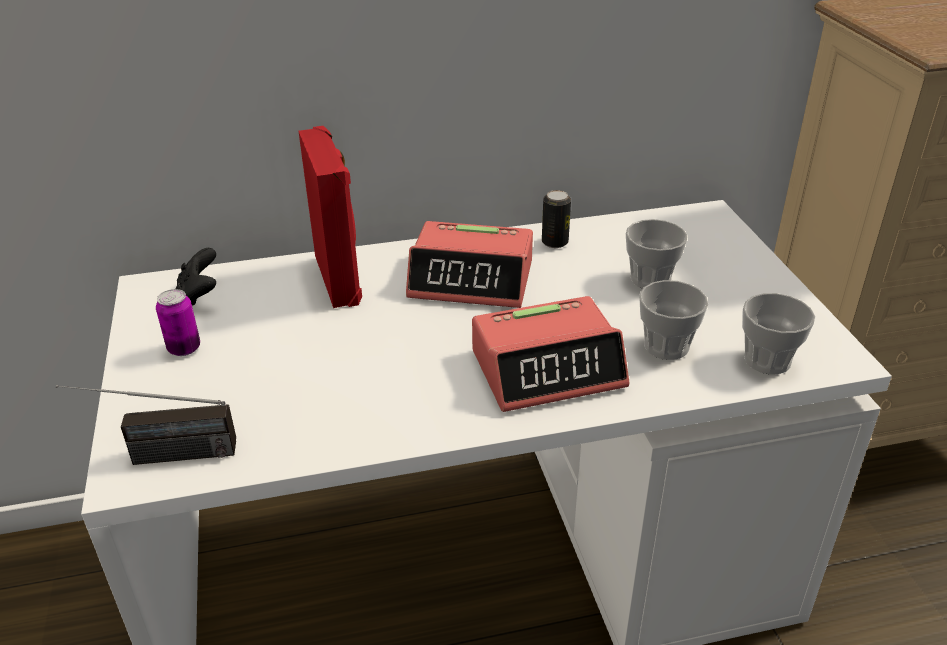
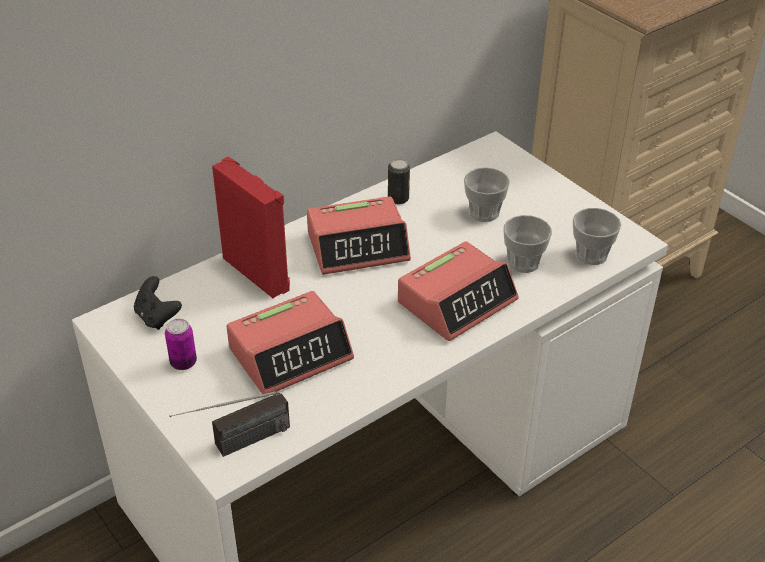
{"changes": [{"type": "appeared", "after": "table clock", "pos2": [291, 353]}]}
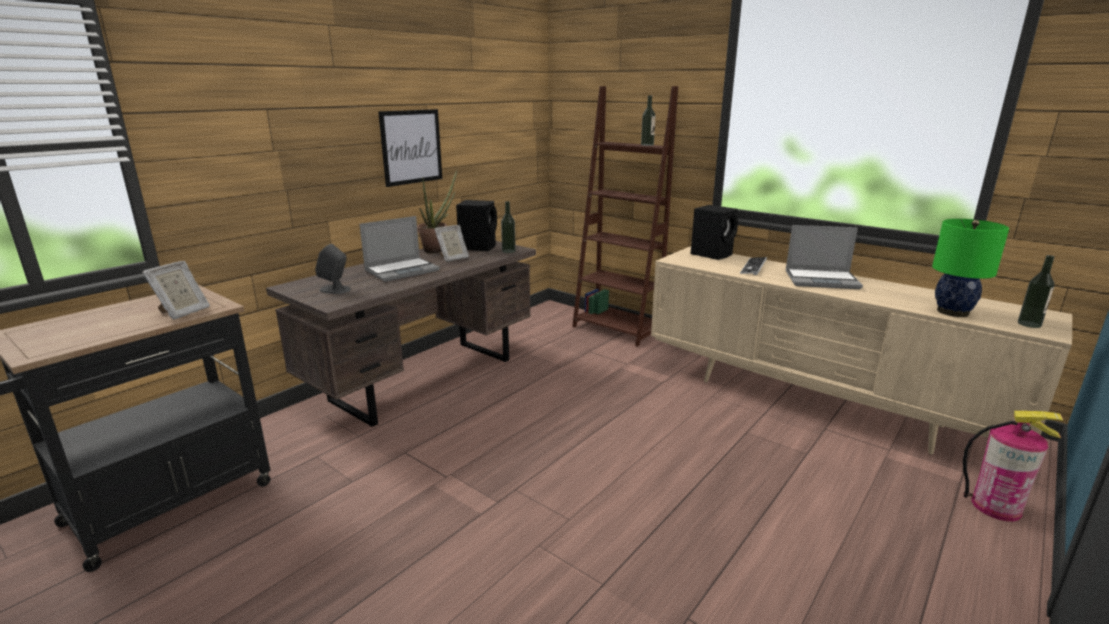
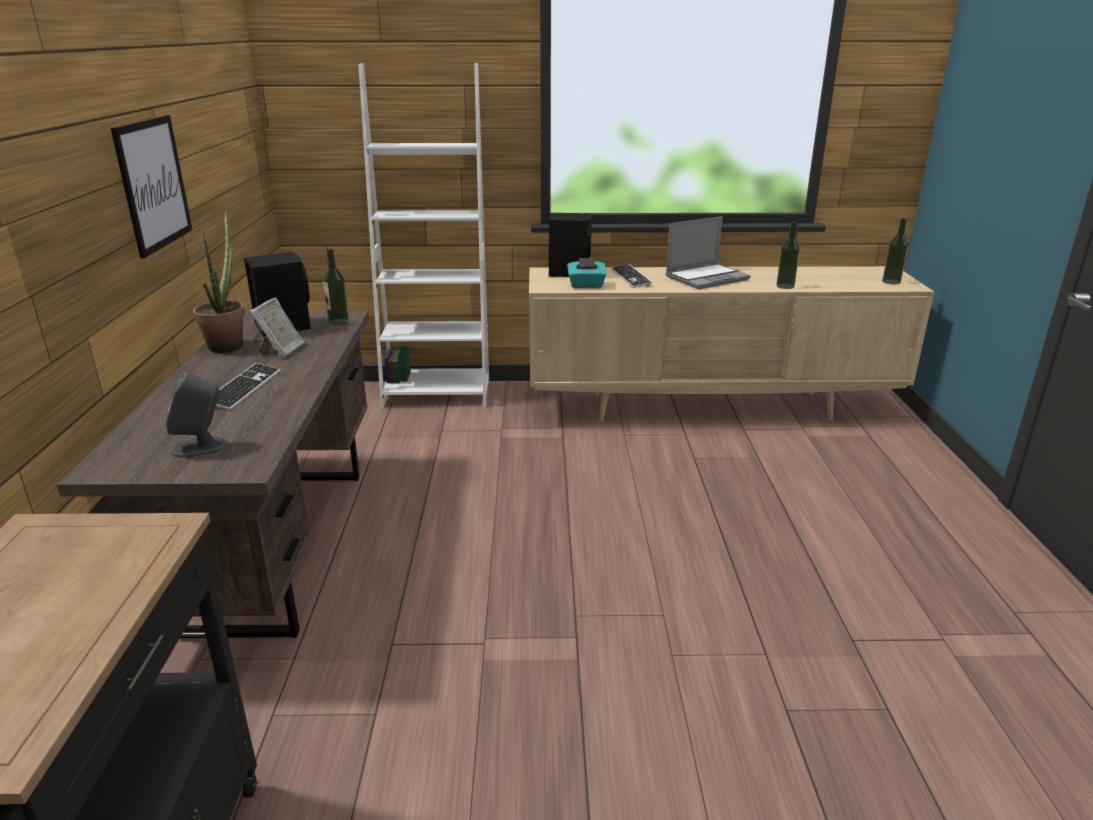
{"changes": [{"type": "missing", "before": "picture frame", "pos1": [182, 312]}, {"type": "exchanged", "before": "portable computer", "after": "computer keyboard", "pos1": [402, 270], "pos2": [244, 388]}, {"type": "colour", "before": "bookshelf/brownish", "after": "bookshelf/white", "pos1": [616, 329], "pos2": [437, 394]}, {"type": "relocated", "before": "beverage bottle", "pos1": [647, 145], "pos2": [785, 286]}, {"type": "missing", "before": "tabletop lamp/greenish", "pos1": [953, 312]}, {"type": "missing", "before": "fire-fighting cylinder", "pos1": [996, 507]}, {"type": "appeared", "after": "tissue box/turquoise-coloured", "pos2": [586, 285]}]}
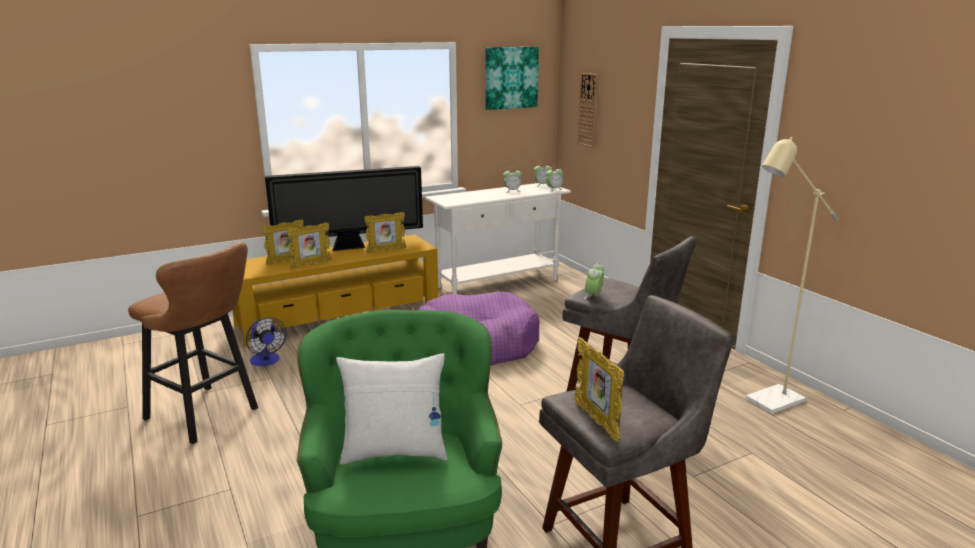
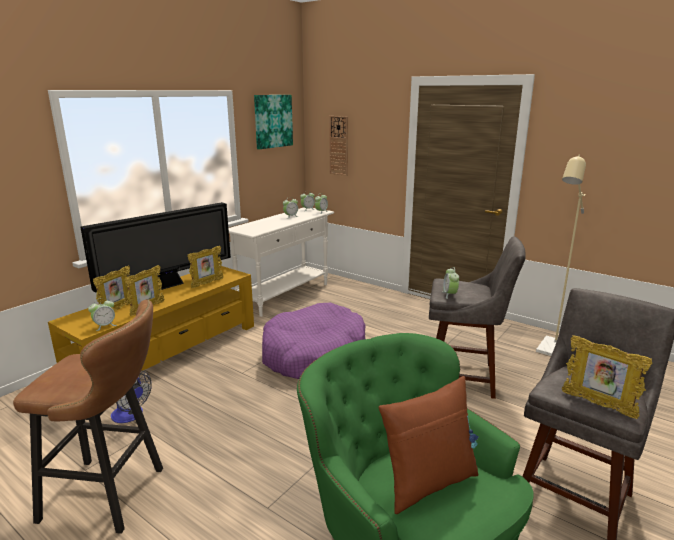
{"changes": [{"type": "colour", "before": "throw pillow/greyish", "after": "throw pillow/brownish", "pos1": [394, 453], "pos2": [428, 484]}, {"type": "appeared", "after": "table clock", "pos2": [104, 326]}]}
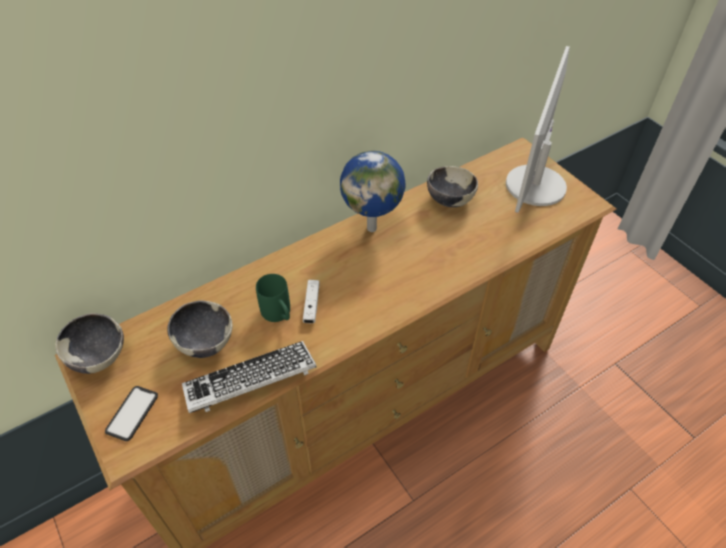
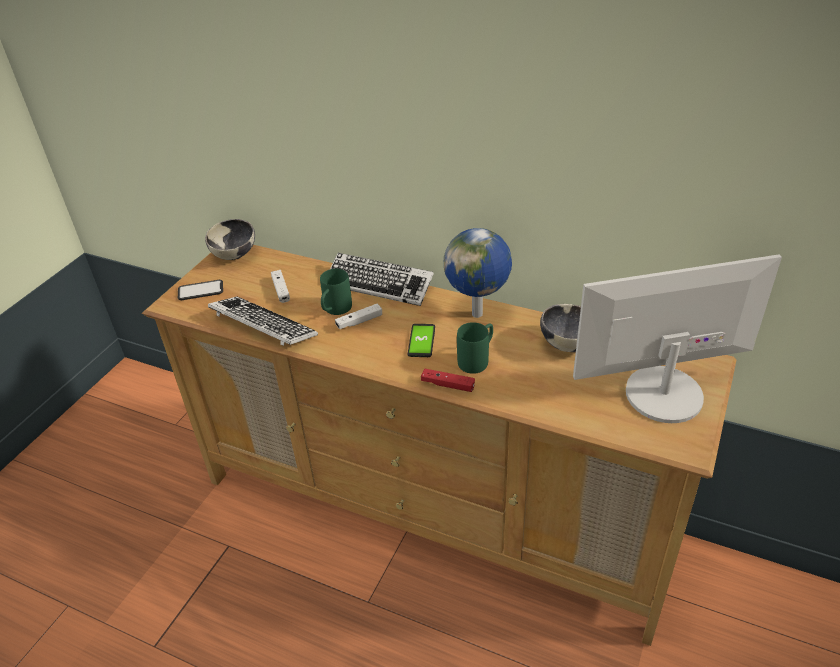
{"changes": [{"type": "exchanged", "before": "serving bowl", "after": "joypad/white", "pos1": [205, 342], "pos2": [281, 290]}, {"type": "appeared", "after": "computer keyboard", "pos2": [379, 284]}, {"type": "appeared", "after": "handset", "pos2": [421, 341]}, {"type": "appeared", "after": "joypad/red-coloured", "pos2": [448, 385]}, {"type": "appeared", "after": "coffee mug/greenish", "pos2": [477, 359]}]}
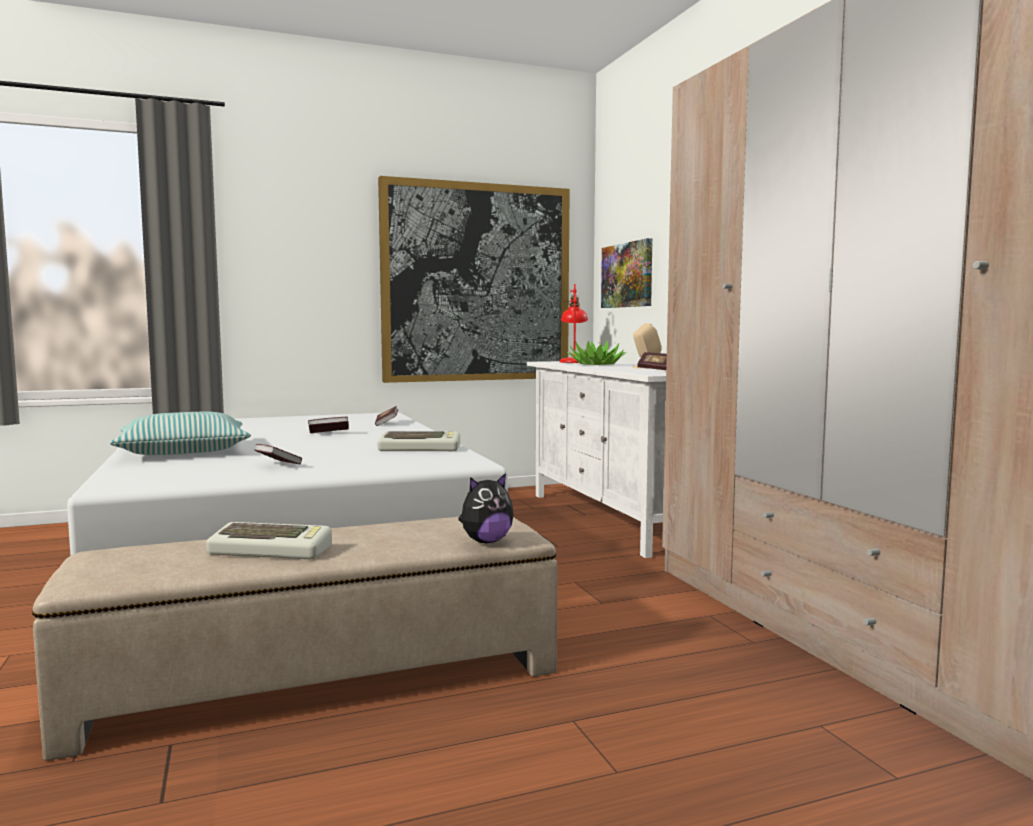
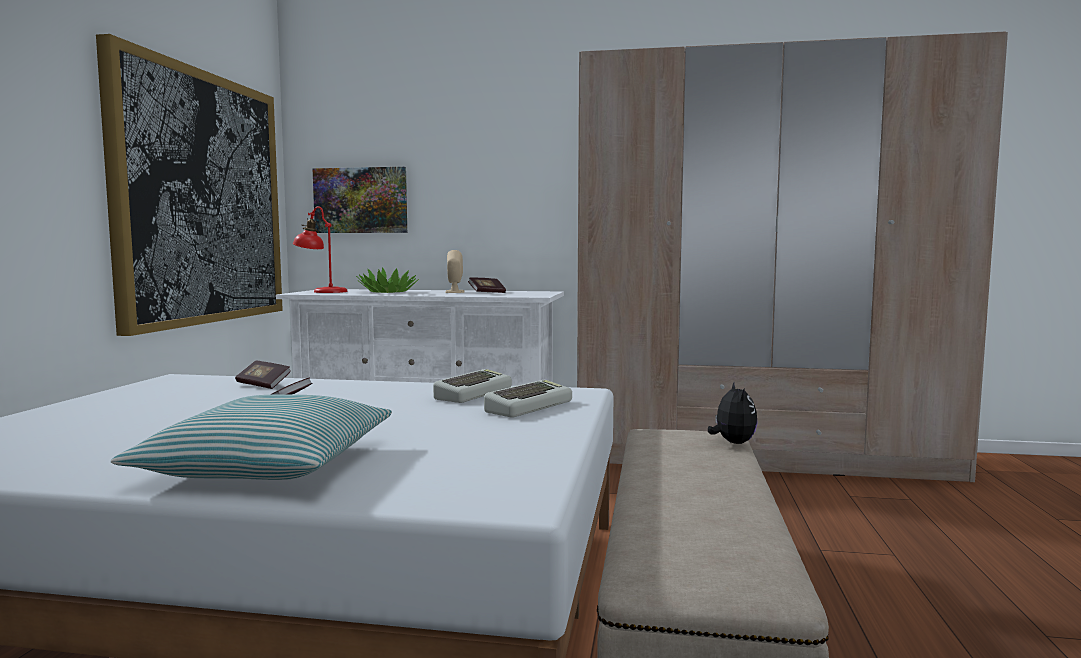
{"changes": [{"type": "relocated", "before": "computer keyboard", "pos1": [273, 550], "pos2": [528, 406]}, {"type": "missing", "before": "bound book", "pos1": [278, 465]}]}
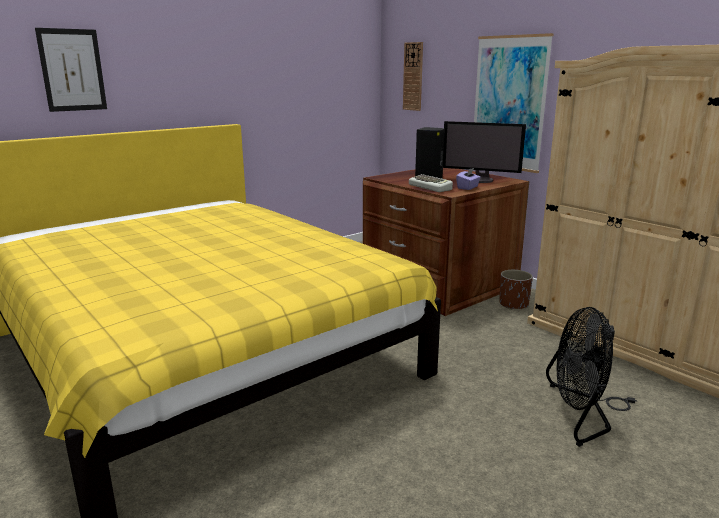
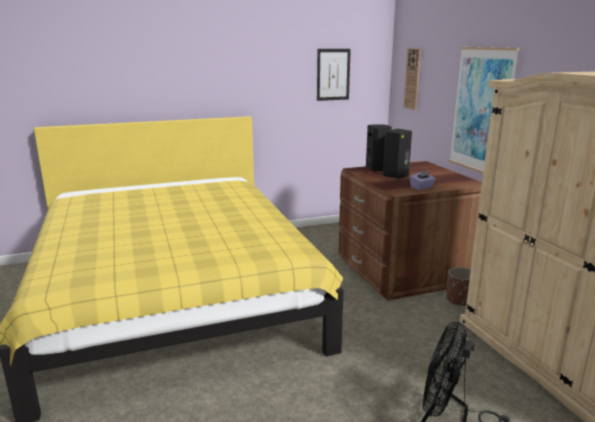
{"changes": [{"type": "relocated", "before": "wall art", "pos1": [72, 70], "pos2": [333, 74]}, {"type": "missing", "before": "computer keyboard", "pos1": [431, 187]}, {"type": "missing", "before": "computer display", "pos1": [480, 180]}, {"type": "appeared", "after": "loudspeaker/blackish", "pos2": [377, 169]}]}
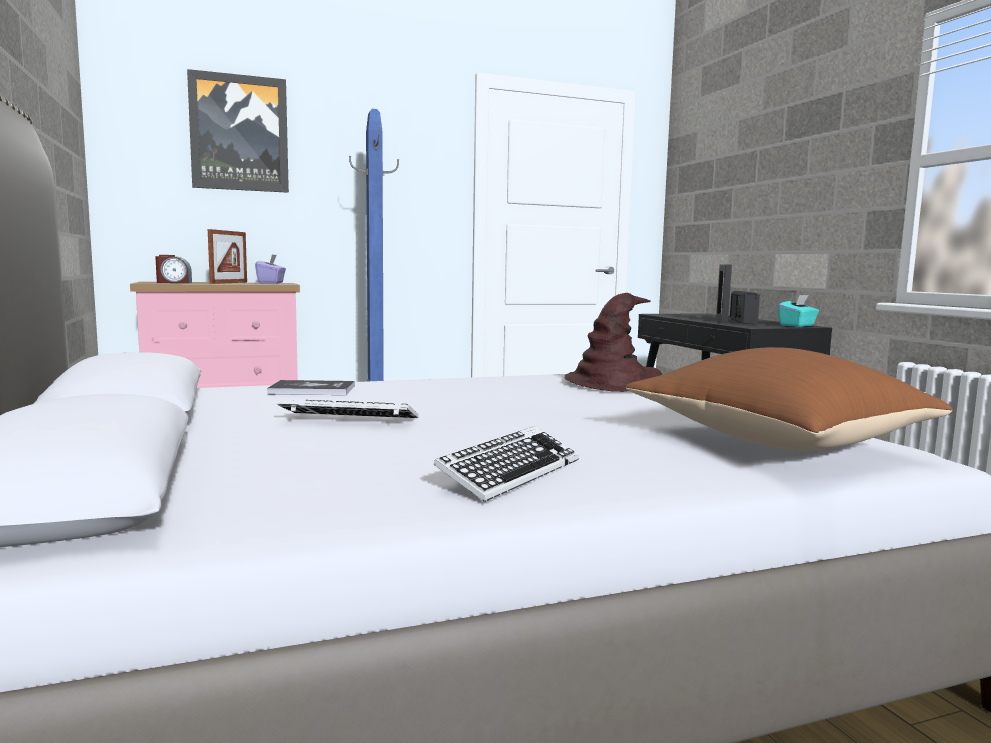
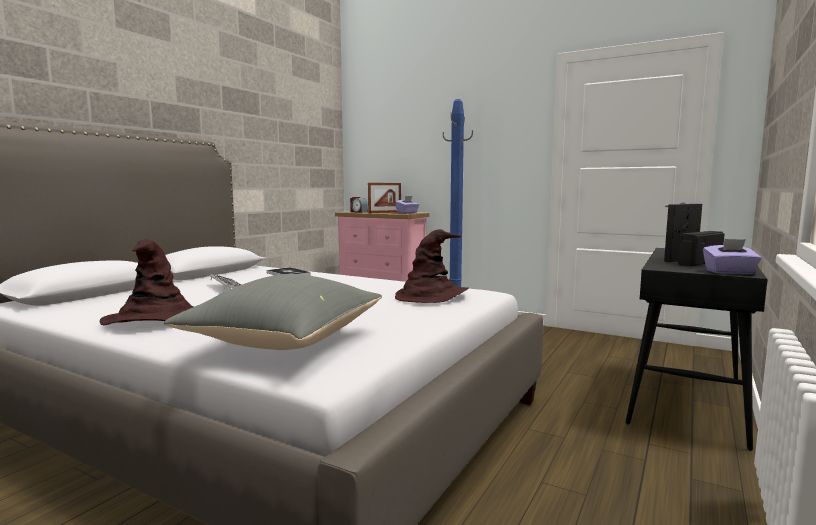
{"changes": [{"type": "missing", "before": "wall art", "pos1": [239, 133]}, {"type": "exchanged", "before": "computer keyboard", "after": "wearable hat/brownish", "pos1": [510, 473], "pos2": [153, 319]}, {"type": "colour", "before": "throw pillow/brownish", "after": "throw pillow/greyish", "pos1": [771, 443], "pos2": [285, 341]}, {"type": "colour", "before": "tissue box/turquoise-coloured", "after": "tissue box/purple-coloured", "pos1": [797, 325], "pos2": [729, 272]}]}
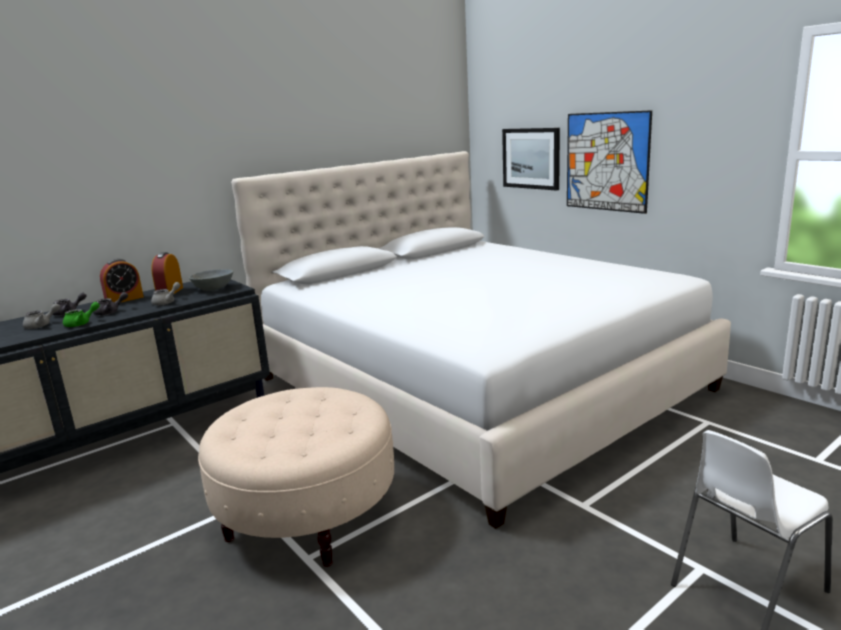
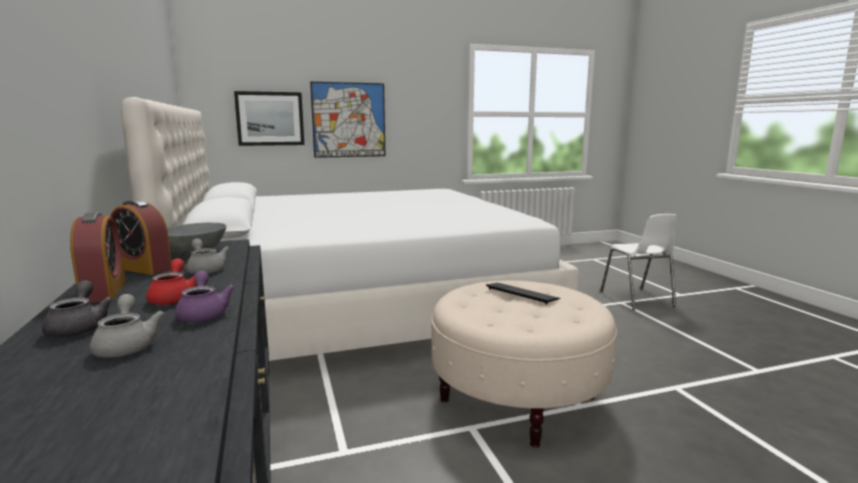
{"changes": [{"type": "colour", "before": "tea pot/greenish", "after": "tea pot/purple-coloured", "pos1": [81, 323], "pos2": [203, 313]}, {"type": "colour", "before": "tea pot/greyish", "after": "tea pot/red-coloured", "pos1": [110, 312], "pos2": [174, 297]}, {"type": "appeared", "after": "computer keyboard", "pos2": [521, 294]}]}
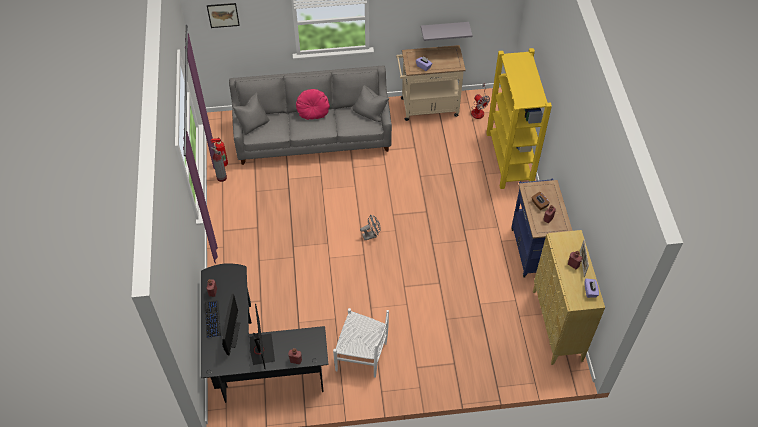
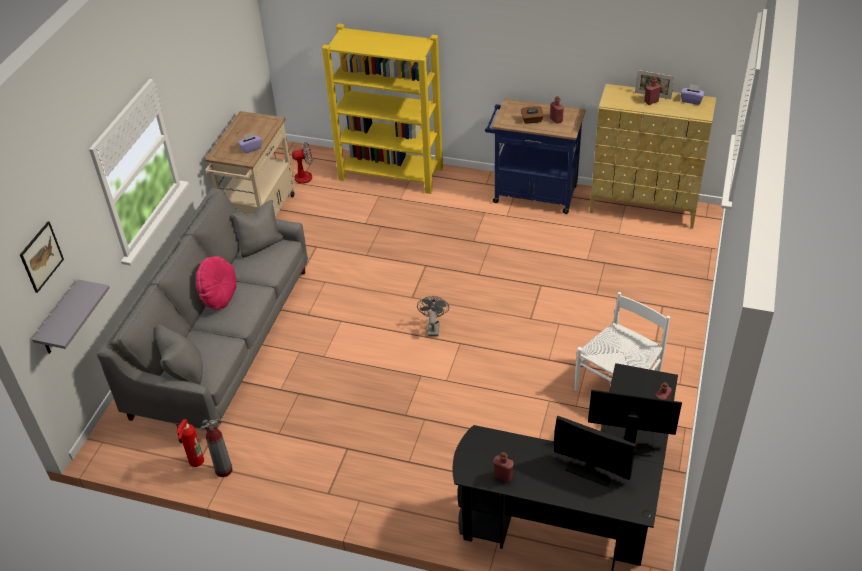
{"changes": [{"type": "missing", "before": "computer keyboard", "pos1": [212, 319]}, {"type": "relocated", "before": "shelf/greyish", "pos1": [444, 30], "pos2": [60, 320]}]}
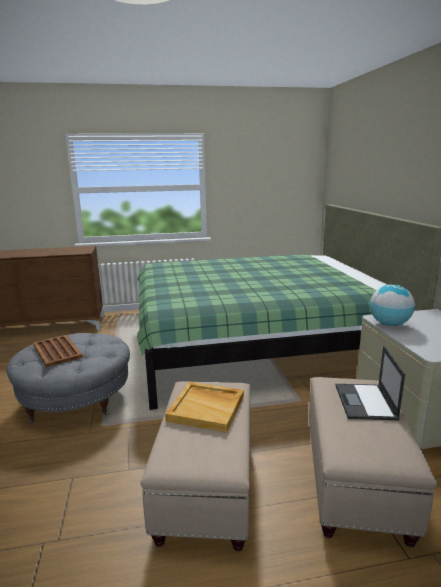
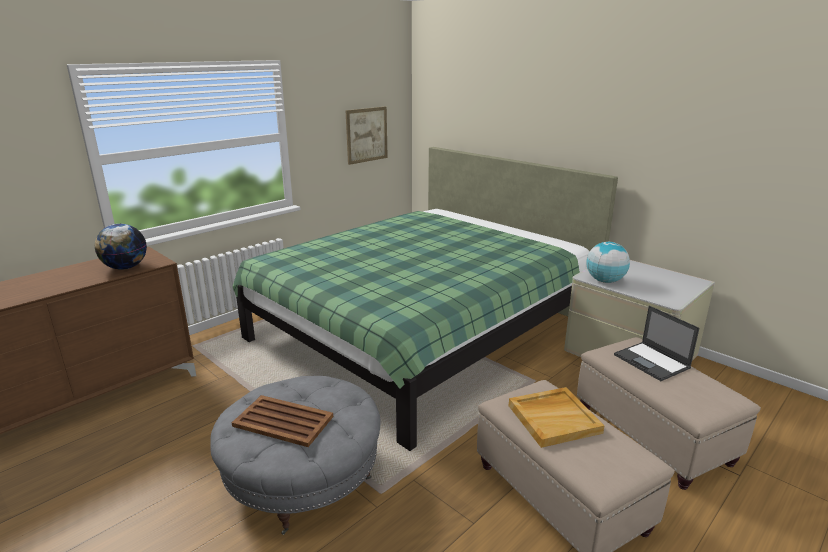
{"changes": [{"type": "appeared", "after": "desk globe", "pos2": [125, 268]}, {"type": "appeared", "after": "wall art", "pos2": [366, 135]}]}
